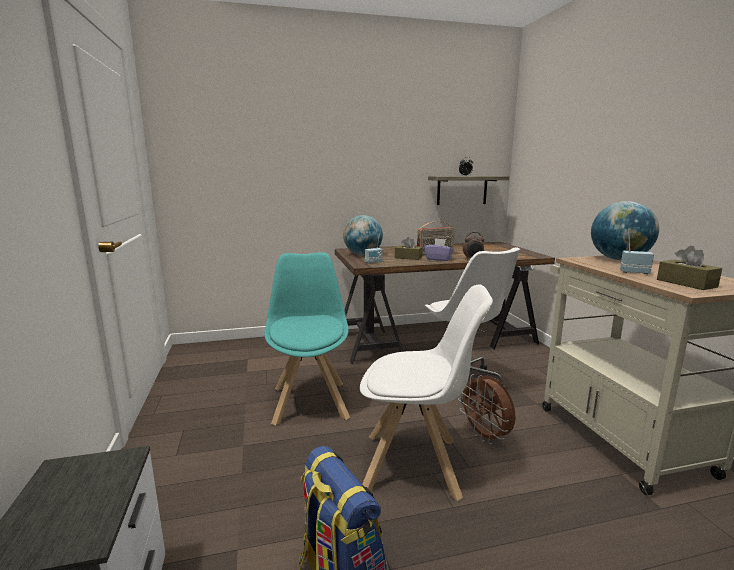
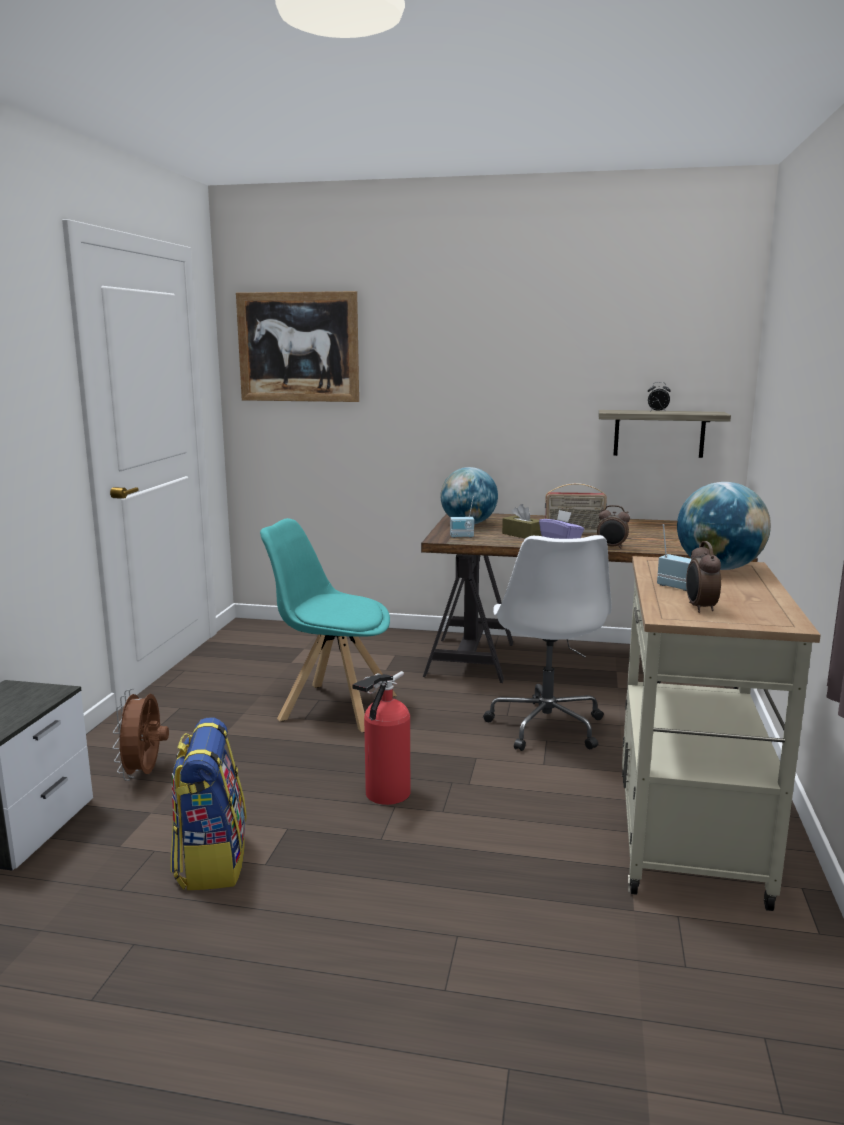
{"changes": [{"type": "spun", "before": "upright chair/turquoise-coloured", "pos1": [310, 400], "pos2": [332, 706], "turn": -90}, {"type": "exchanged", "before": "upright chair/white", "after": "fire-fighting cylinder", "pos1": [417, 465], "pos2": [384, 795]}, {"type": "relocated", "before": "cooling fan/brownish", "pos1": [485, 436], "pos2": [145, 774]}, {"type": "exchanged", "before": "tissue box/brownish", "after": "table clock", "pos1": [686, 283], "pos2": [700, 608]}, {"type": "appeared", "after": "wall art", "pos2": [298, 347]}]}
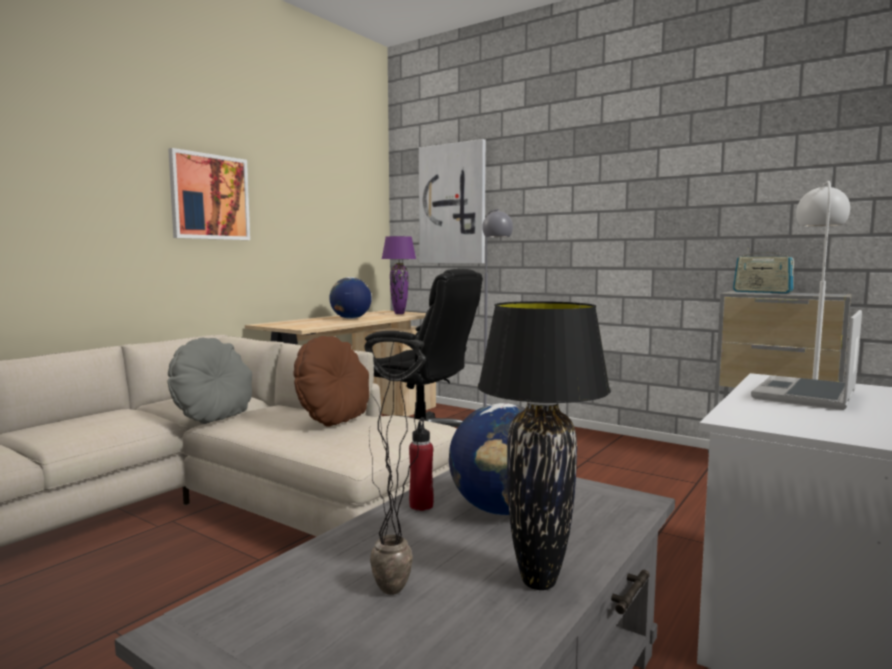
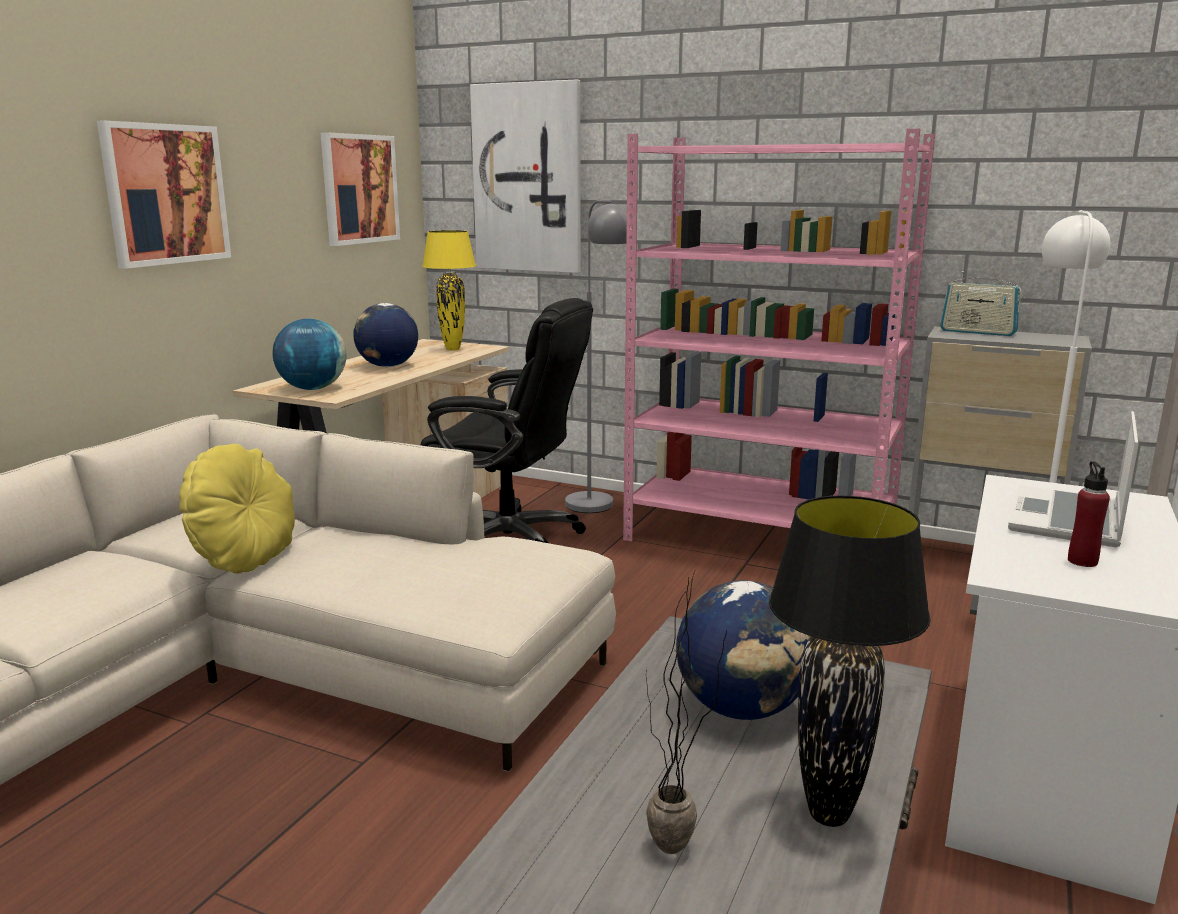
{"changes": [{"type": "colour", "before": "throw pillow/greyish", "after": "throw pillow/yellow-coloured", "pos1": [213, 419], "pos2": [245, 562]}, {"type": "missing", "before": "throw pillow/brownish", "pos1": [333, 421]}, {"type": "colour", "before": "tabletop lamp/purple-coloured", "after": "tabletop lamp/yellow-coloured", "pos1": [399, 313], "pos2": [453, 349]}, {"type": "relocated", "before": "beverage bottle/red-coloured", "pos1": [421, 505], "pos2": [1082, 561]}, {"type": "appeared", "after": "desk globe", "pos2": [312, 389]}, {"type": "appeared", "after": "wall art", "pos2": [359, 189]}, {"type": "appeared", "after": "bookshelf/pink", "pos2": [759, 537]}]}
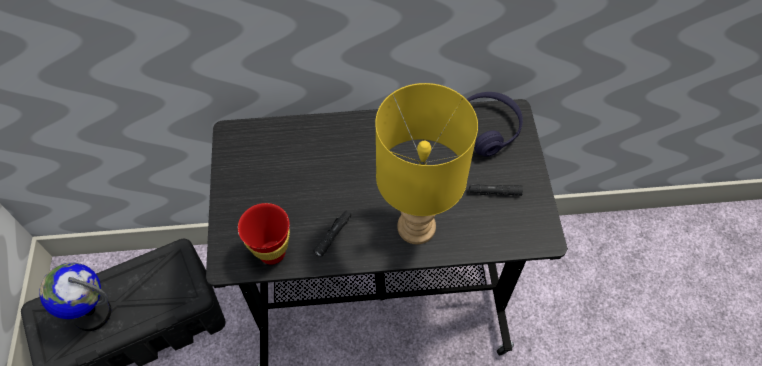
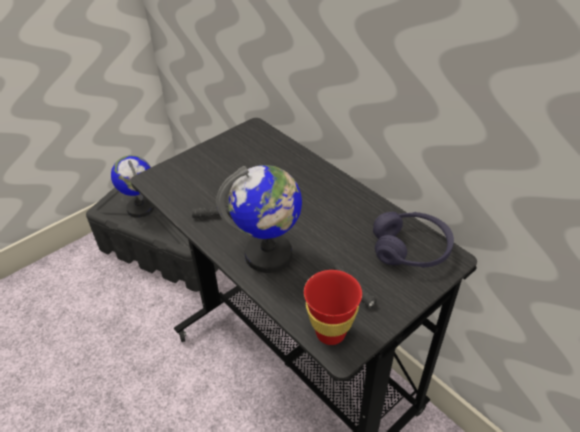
{"changes": [{"type": "relocated", "before": "drinking cup/red-coloured", "pos1": [272, 253], "pos2": [330, 333]}, {"type": "exchanged", "before": "tabletop lamp/yellow-coloured", "after": "desk globe", "pos1": [416, 225], "pos2": [269, 255]}]}
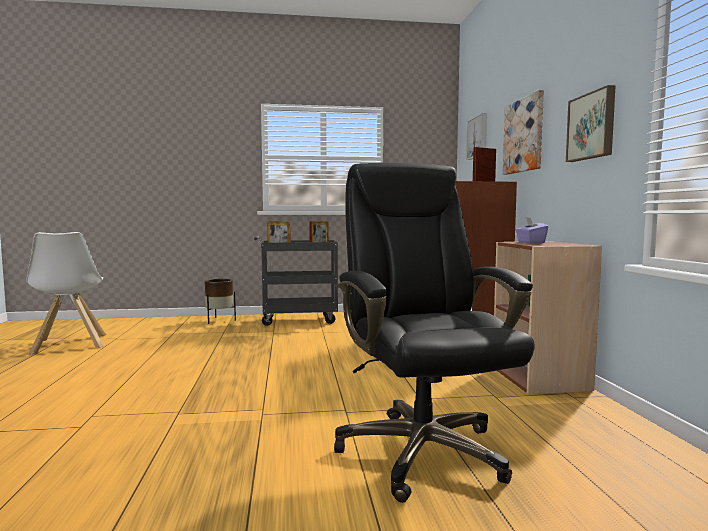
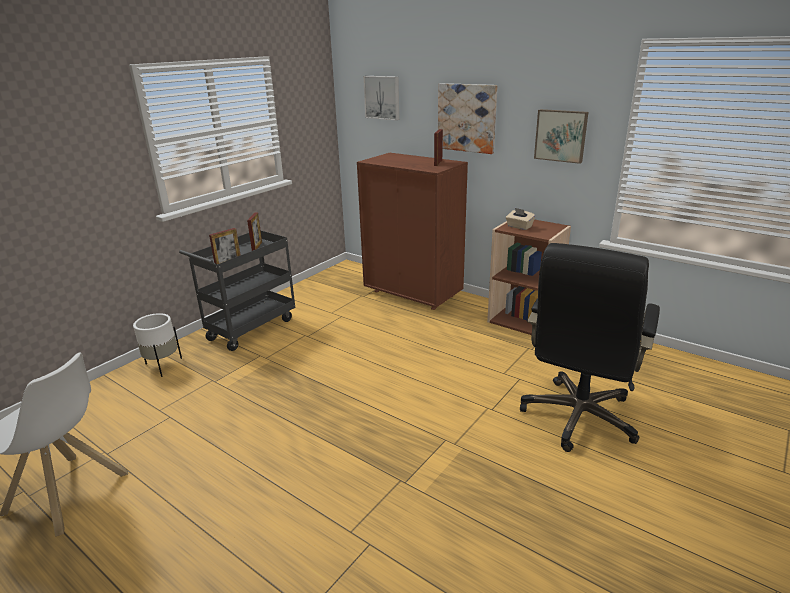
{"changes": [{"type": "colour", "before": "planter/brownish", "after": "planter/white", "pos1": [219, 320], "pos2": [163, 366]}, {"type": "spun", "before": "desk chair/blackish", "pos1": [424, 455], "pos2": [579, 414], "turn": -90}, {"type": "colour", "before": "tissue box/purple-coloured", "after": "tissue box/beige", "pos1": [530, 242], "pos2": [519, 227]}]}
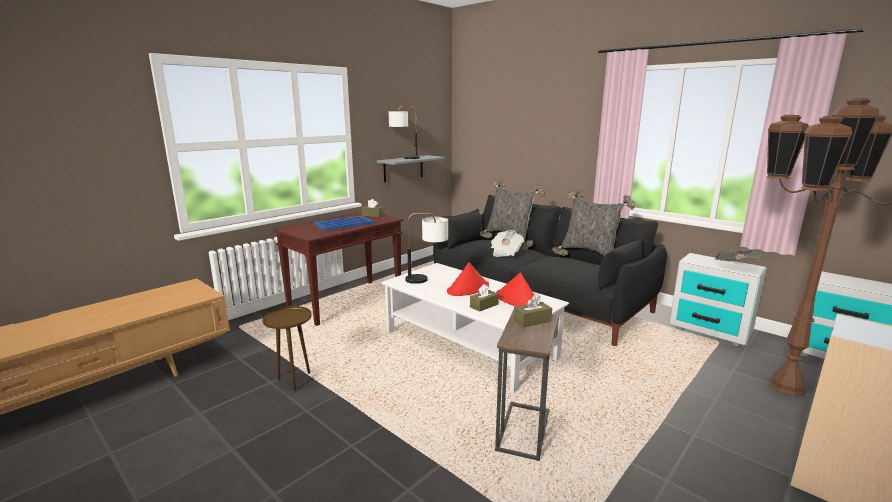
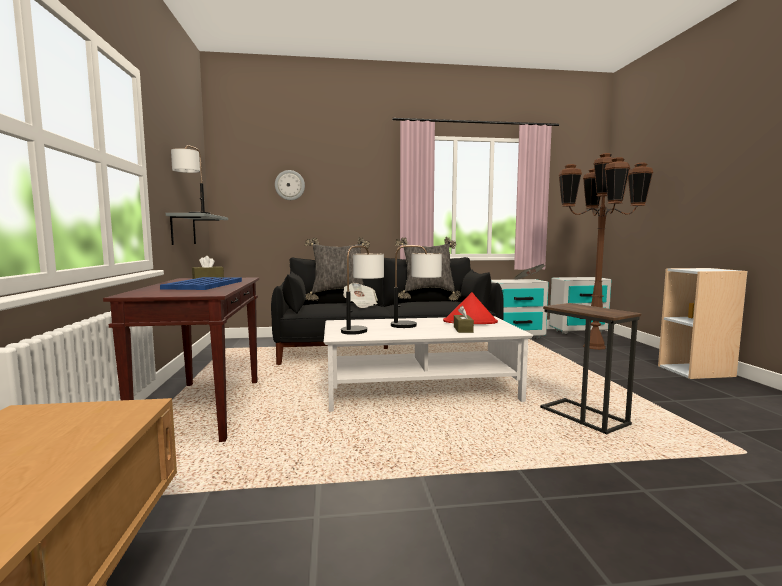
{"changes": [{"type": "missing", "before": "side table/brownish", "pos1": [294, 381]}, {"type": "exchanged", "before": "wearable hat/red-coloured", "after": "tabletop lamp", "pos1": [468, 289], "pos2": [416, 325]}, {"type": "missing", "before": "tissue box/brownish", "pos1": [532, 321]}, {"type": "appeared", "after": "hanging clock", "pos2": [290, 185]}]}
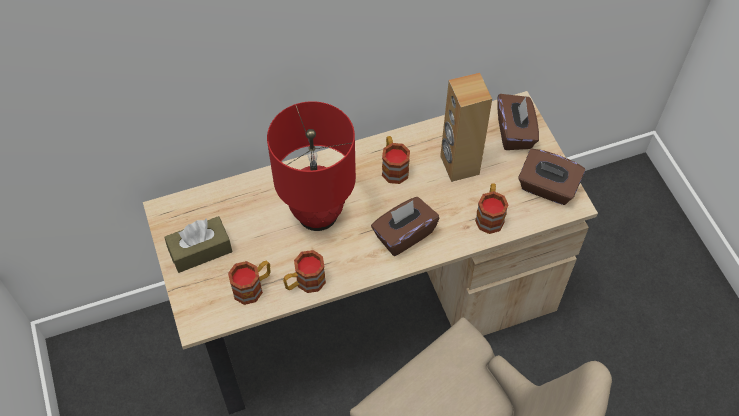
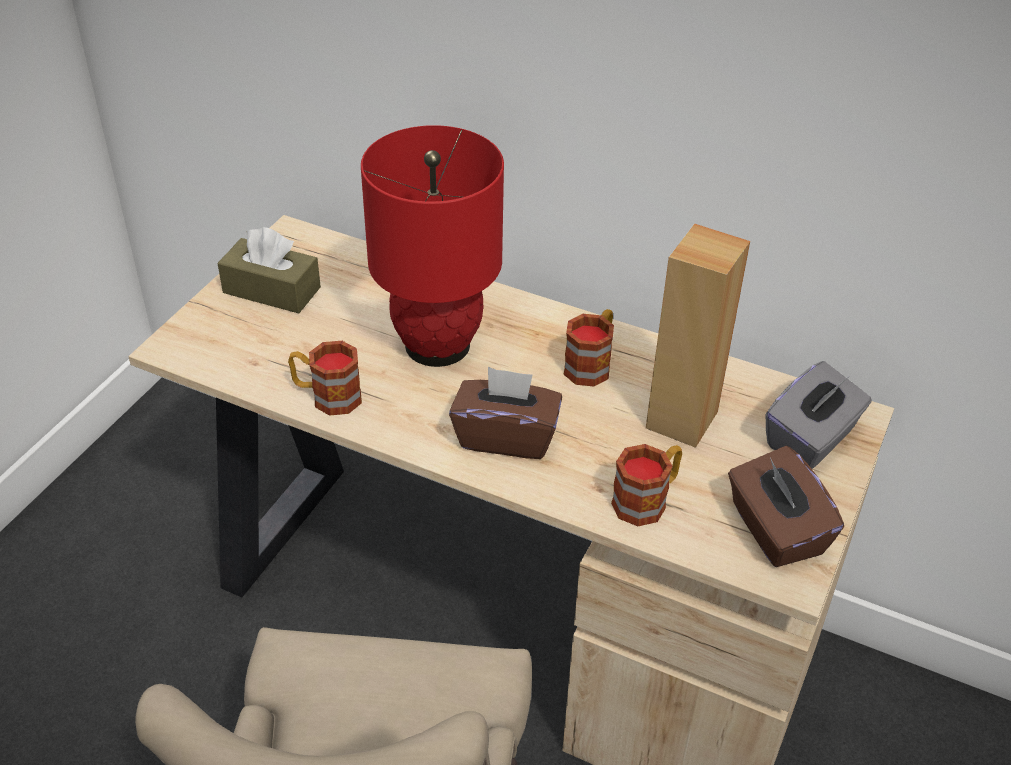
{"changes": [{"type": "missing", "before": "coffee mug", "pos1": [253, 287]}, {"type": "colour", "before": "tissue box/brownish", "after": "tissue box/greyish", "pos1": [515, 132], "pos2": [811, 439]}]}
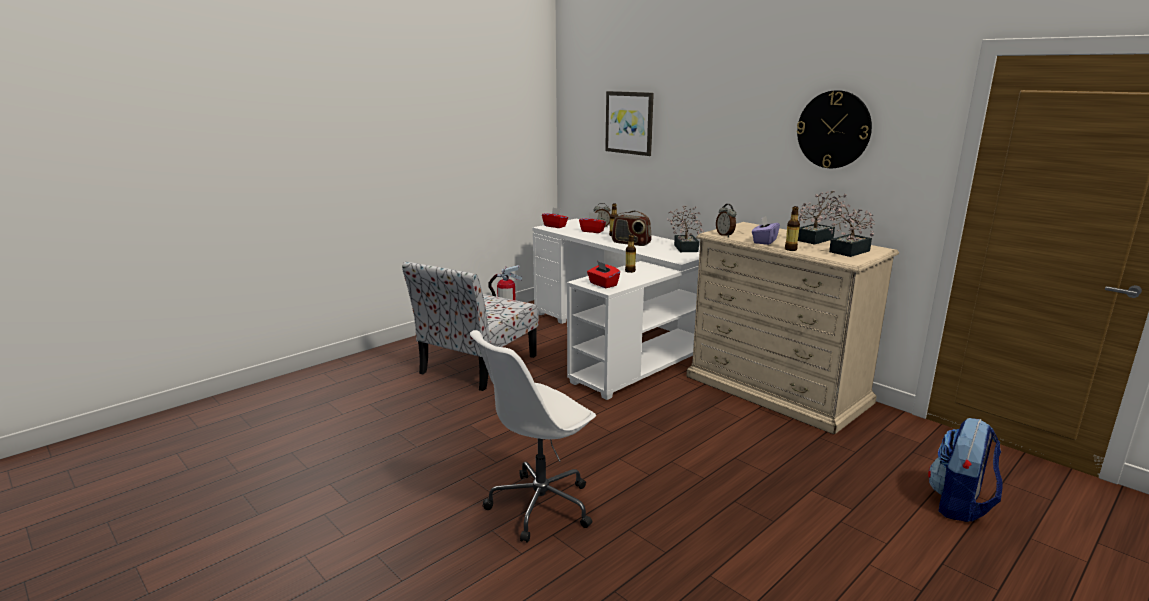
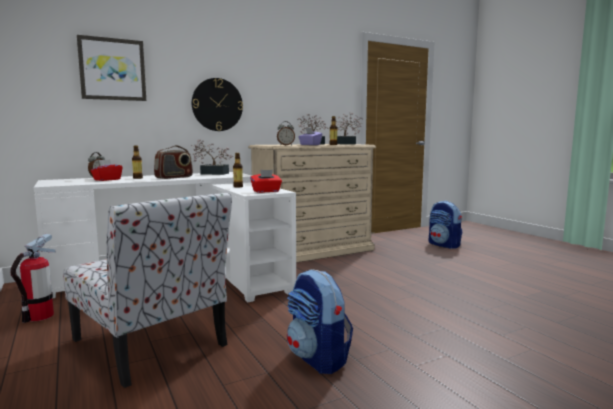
{"changes": [{"type": "missing", "before": "desk chair/white", "pos1": [538, 507]}, {"type": "missing", "before": "tissue box/red-coloured", "pos1": [555, 226]}, {"type": "relocated", "before": "hanging clock", "pos1": [833, 129], "pos2": [217, 104]}, {"type": "appeared", "after": "knapsack", "pos2": [318, 358]}]}
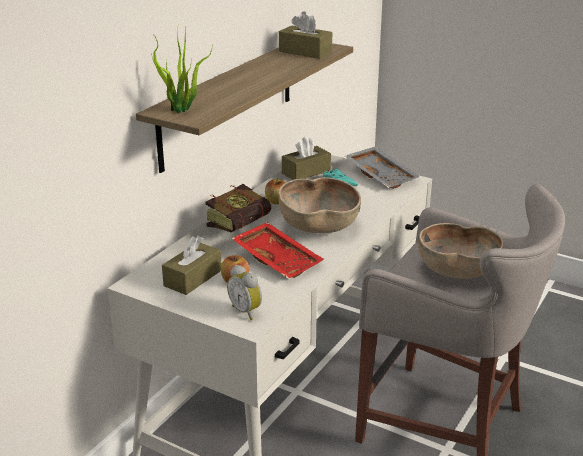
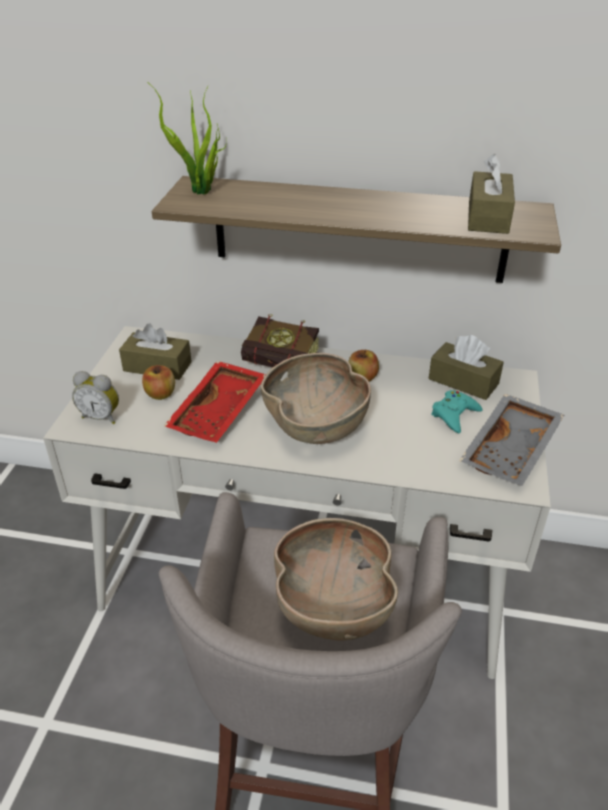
{"changes": [{"type": "spun", "before": "table clock", "pos1": [247, 311], "pos2": [101, 417], "turn": -105}]}
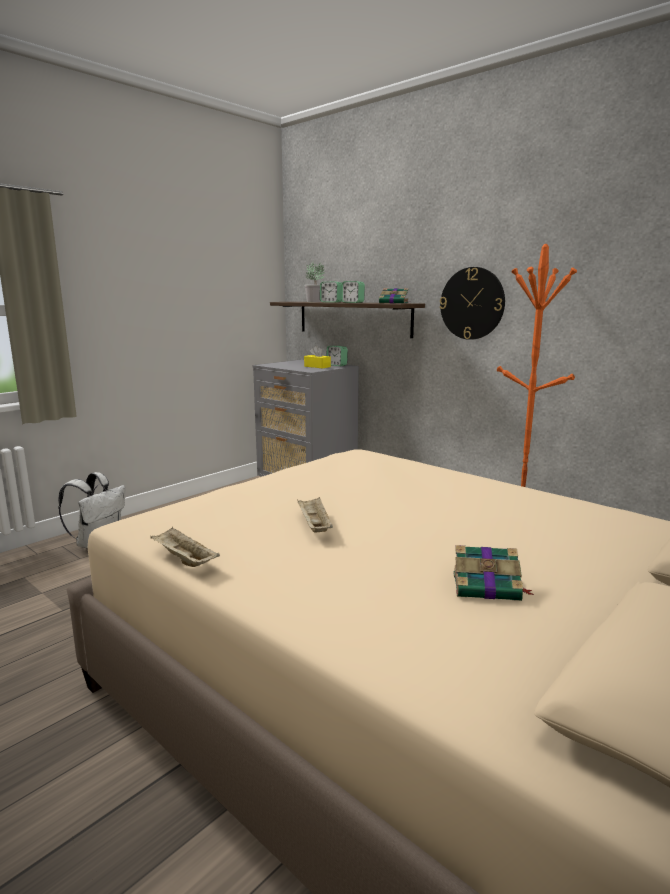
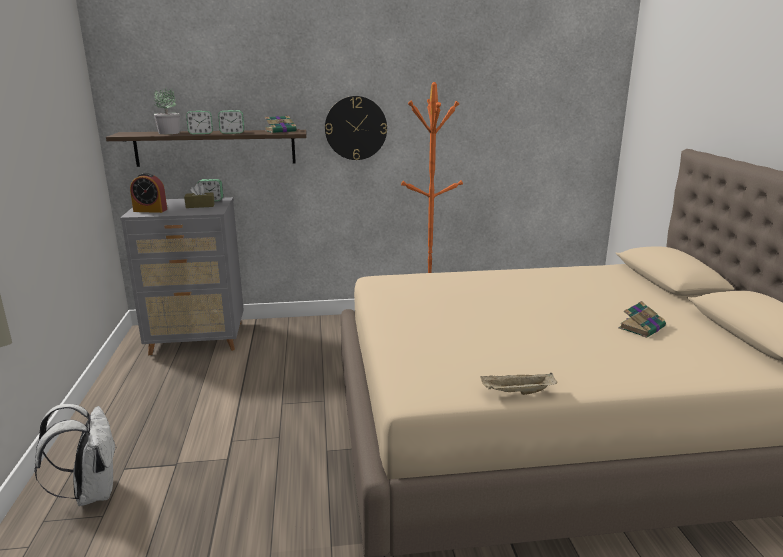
{"changes": [{"type": "missing", "before": "serving tray/beige", "pos1": [314, 526]}, {"type": "colour", "before": "tissue box/yellow-coloured", "after": "tissue box/brownish", "pos1": [317, 366], "pos2": [200, 206]}, {"type": "appeared", "after": "table clock", "pos2": [150, 210]}]}
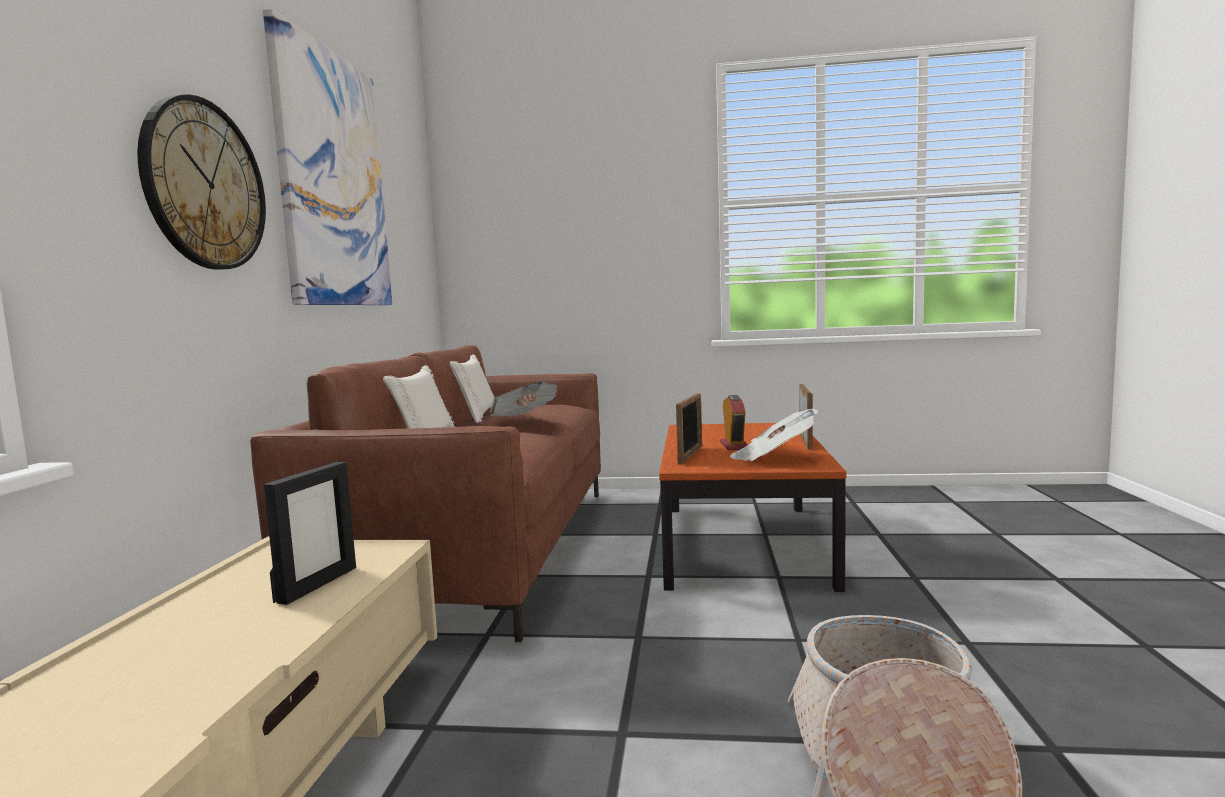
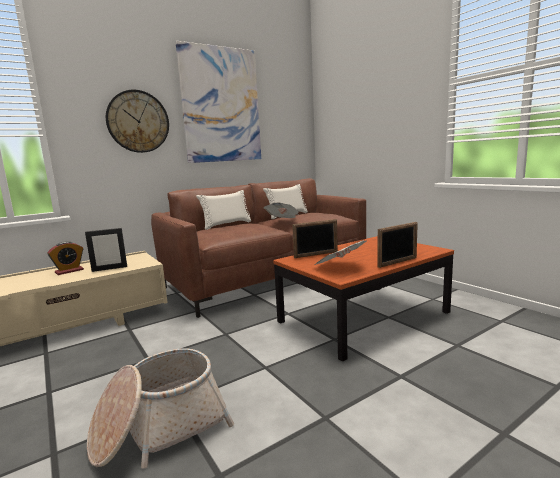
{"changes": [{"type": "relocated", "before": "table clock", "pos1": [734, 446], "pos2": [69, 271]}]}
